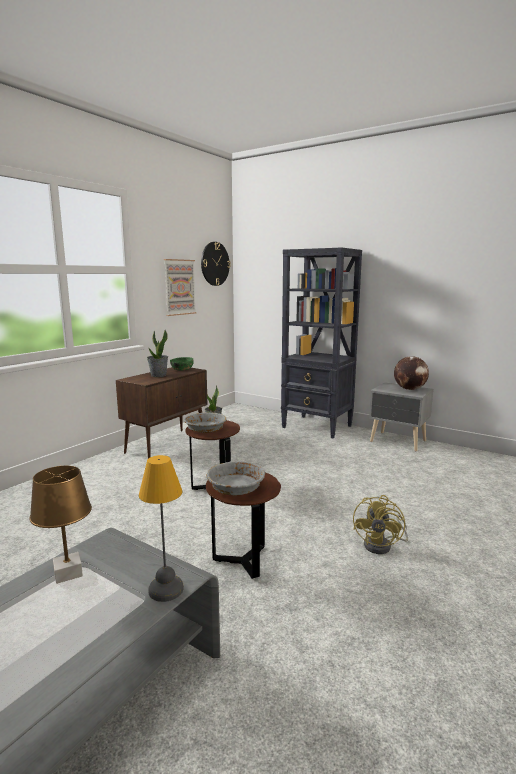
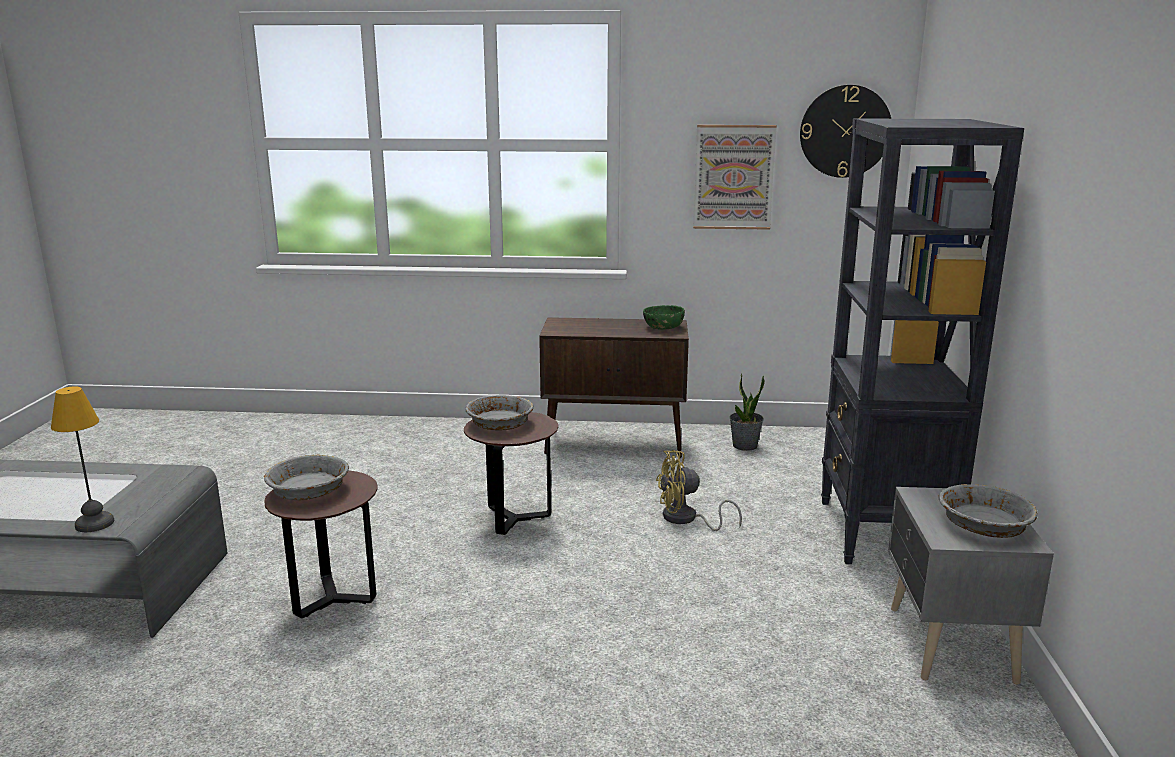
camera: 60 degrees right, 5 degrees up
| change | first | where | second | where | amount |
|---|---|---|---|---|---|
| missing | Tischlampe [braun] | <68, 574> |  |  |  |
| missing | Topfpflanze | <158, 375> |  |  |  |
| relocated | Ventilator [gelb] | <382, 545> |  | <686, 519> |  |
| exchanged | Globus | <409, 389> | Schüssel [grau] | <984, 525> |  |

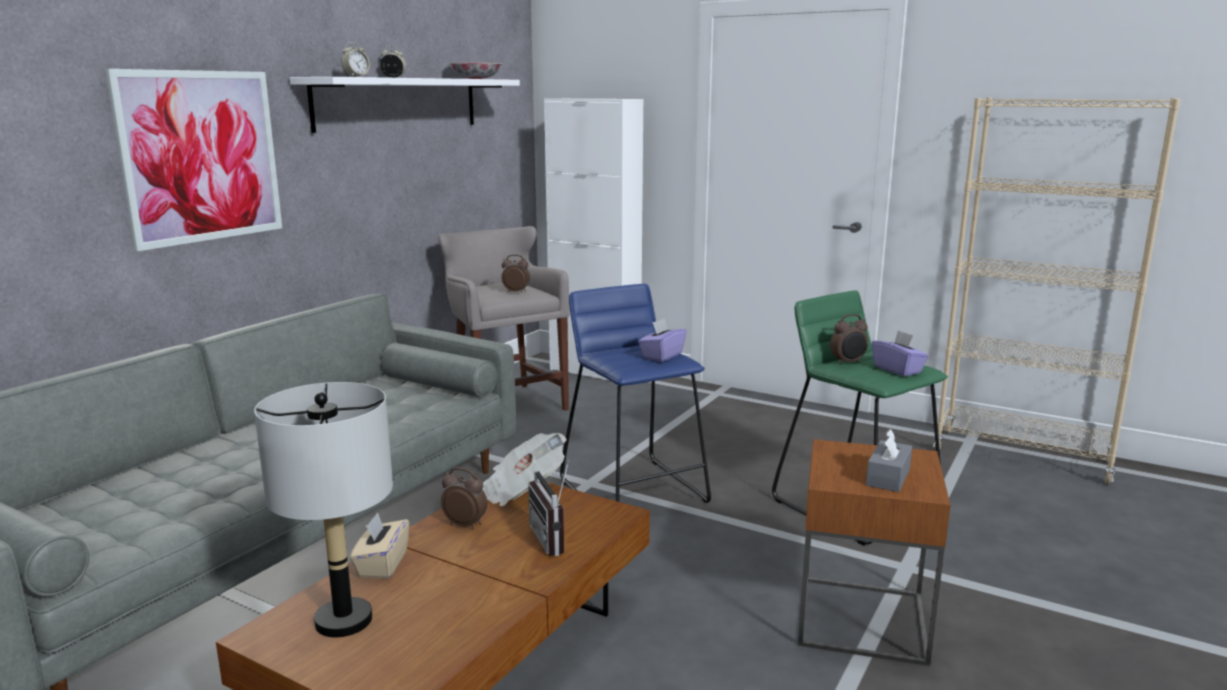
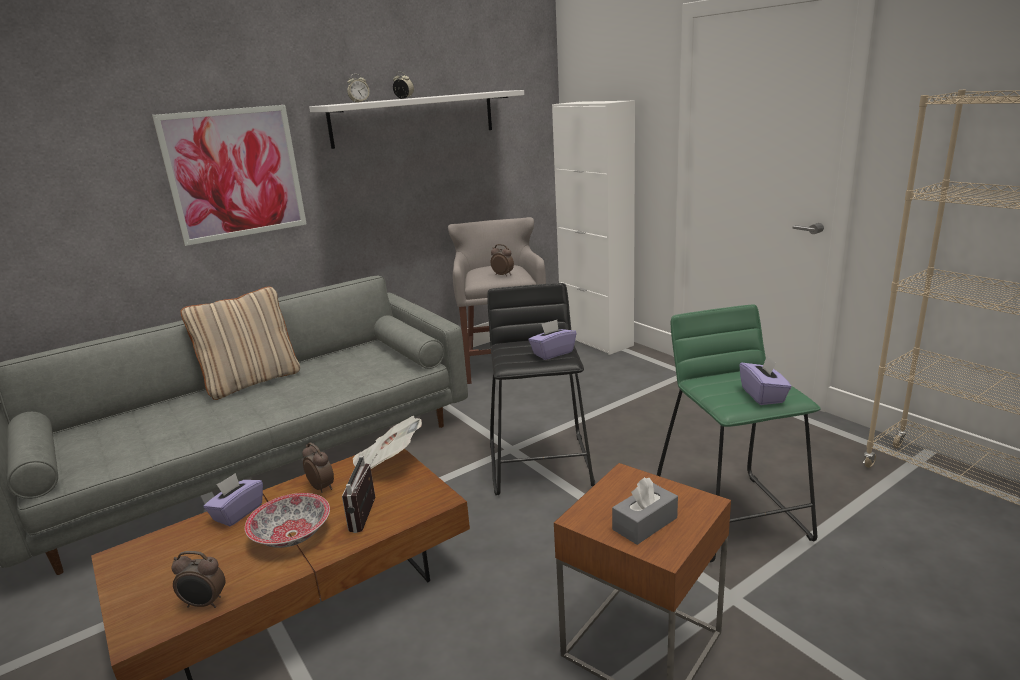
camera: 25 degrees right, 5 degrees up
| change | first | where | second | where | amount |
|---|---|---|---|---|---|
| missing | Tischlampe [grau] | <344, 621> |  |  |  |
| appeared |  |  | Kissen [beige] | <252, 381> |  |
| relocated | Schüssel | <476, 79> |  | <292, 535> |  |
| relocated | Wecker | <848, 363> |  | <205, 604> |  |
| colour | Taschentuchbox [beige] | <382, 564> | Taschentuchbox [lila] | <237, 512> |  |
| colour | Hocker [blau] | <635, 491> | Hocker [schwarz] | <541, 464> |  |

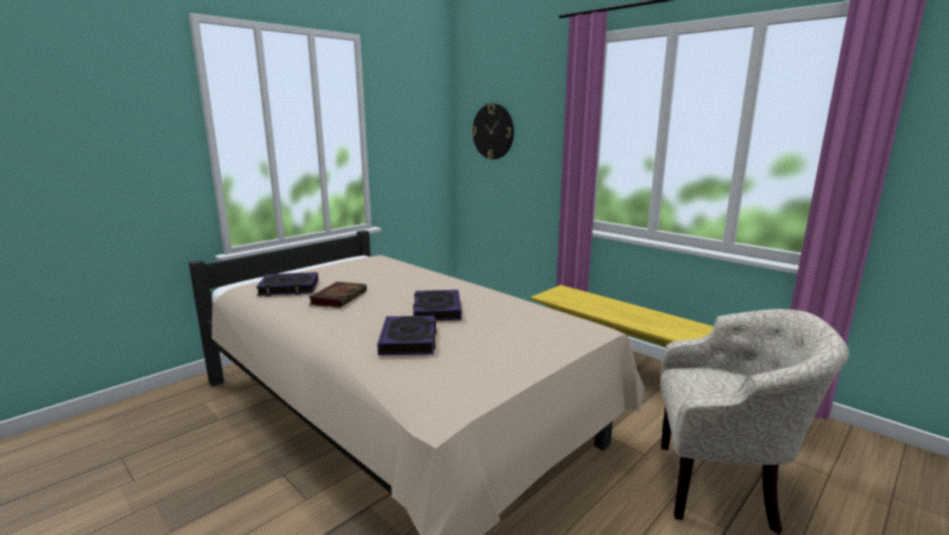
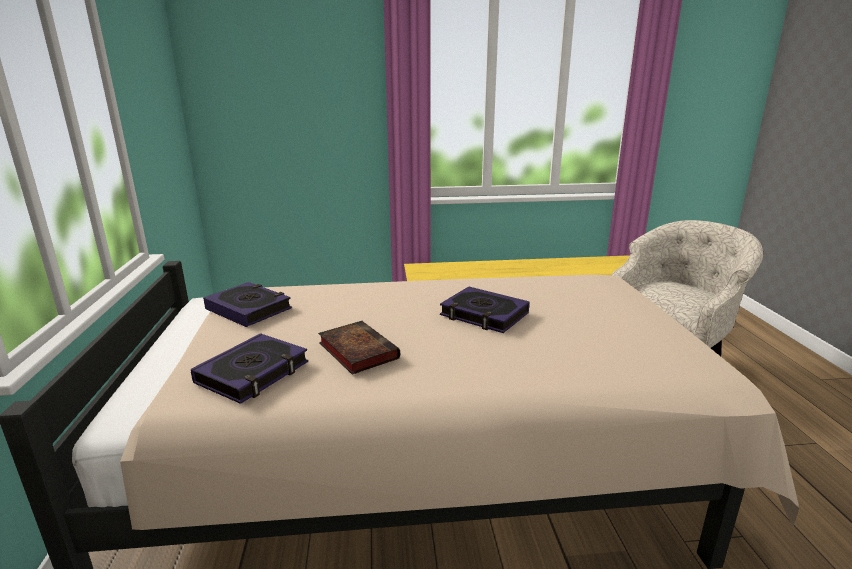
camera: 50 degrees left, 5 degrees up
| change | first | where | second | where | amount |
|---|---|---|---|---|---|
| missing | Wanduhr | <493, 131> |  |  |  |
| relocated | Buch | <409, 340> |  | <249, 309> |  |

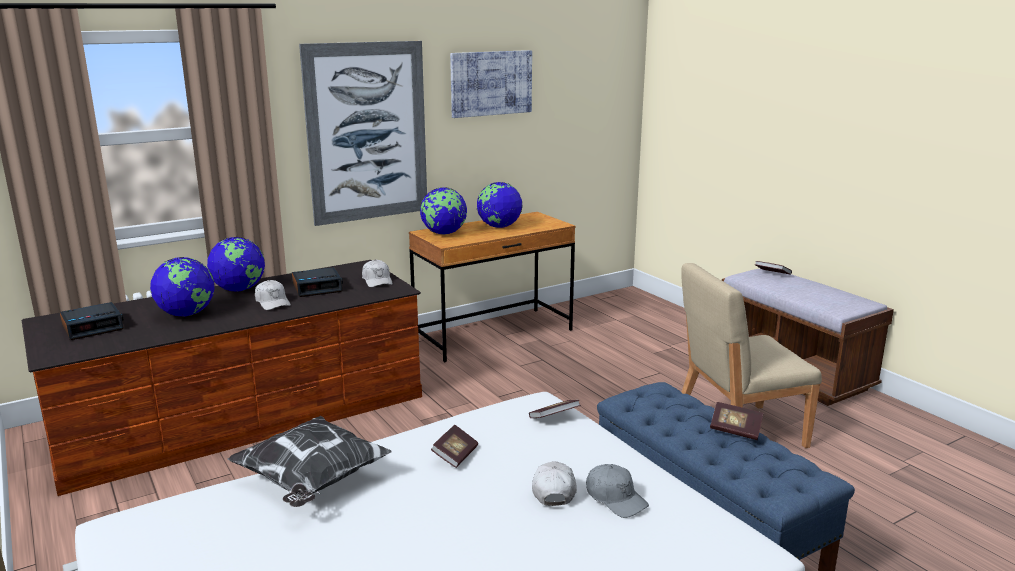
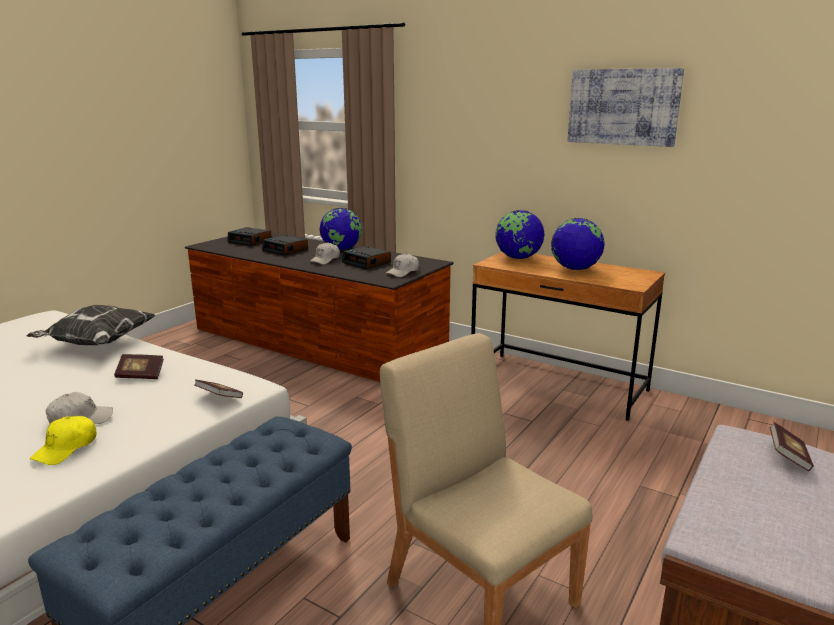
camera: 65 degrees right, 0 degrees up
| change | first | where | second | where | amount |
|---|---|---|---|---|---|
| missing | Bild | <367, 132> |  |  |  |
| missing | Buch | <735, 430> |  |  |  |
| exchanged | Globus | <187, 314> | Wecker | <286, 250> |  |
| colour | Kappe [grau] | <615, 498> | Kappe [gelb] | <66, 448> |  |

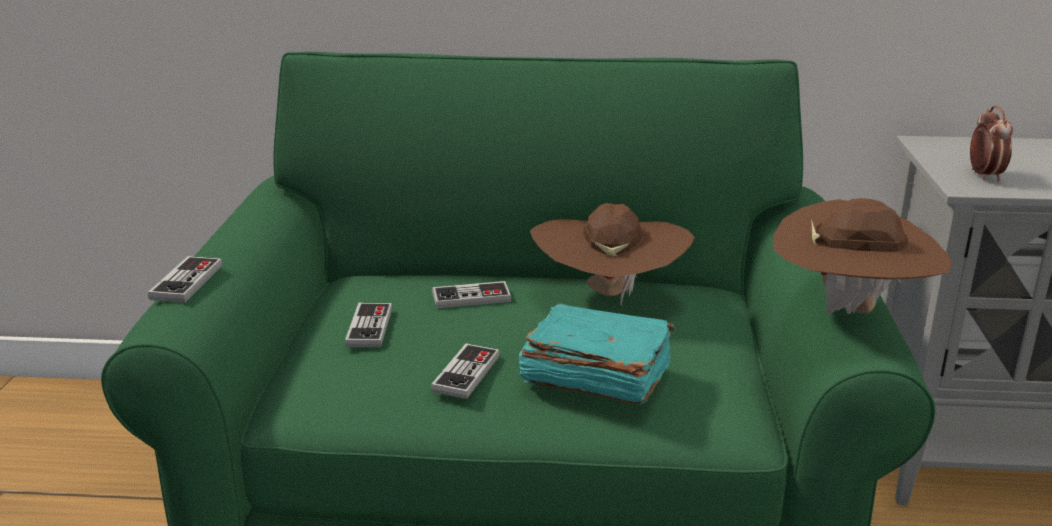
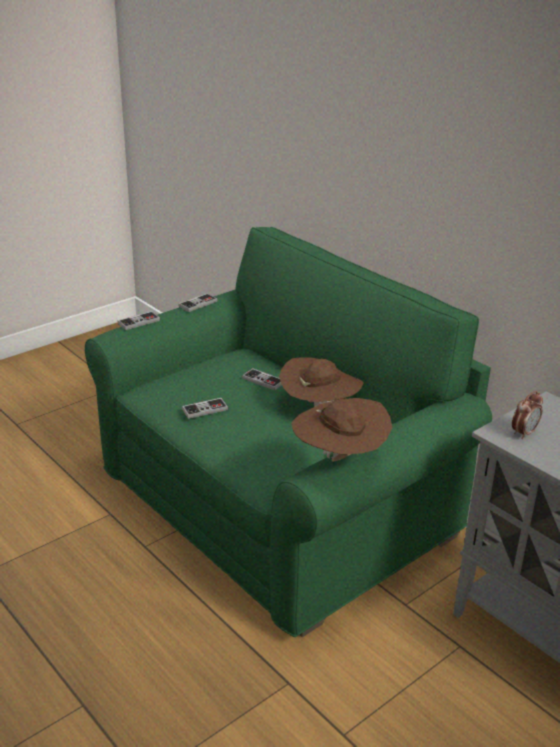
camera: 45 degrees right, 5 degrees up
| change | first | where | second | where | amount |
|---|---|---|---|---|---|
| missing | Buch [türkis] | <594, 376> |  |  |  |
| relocated | Gamepad | <369, 327> |  | <198, 304> |  |

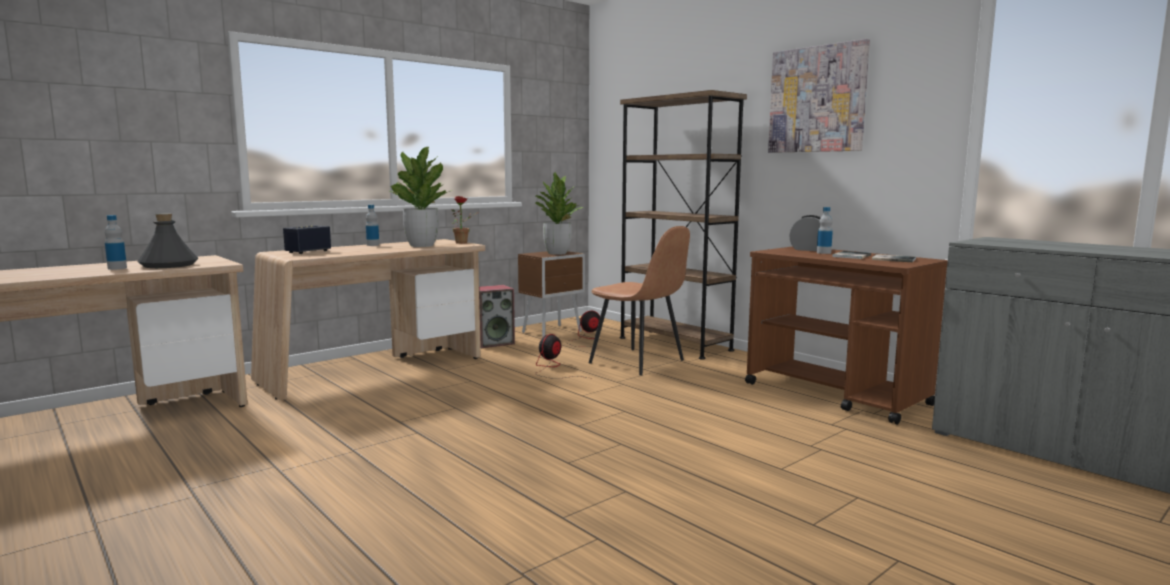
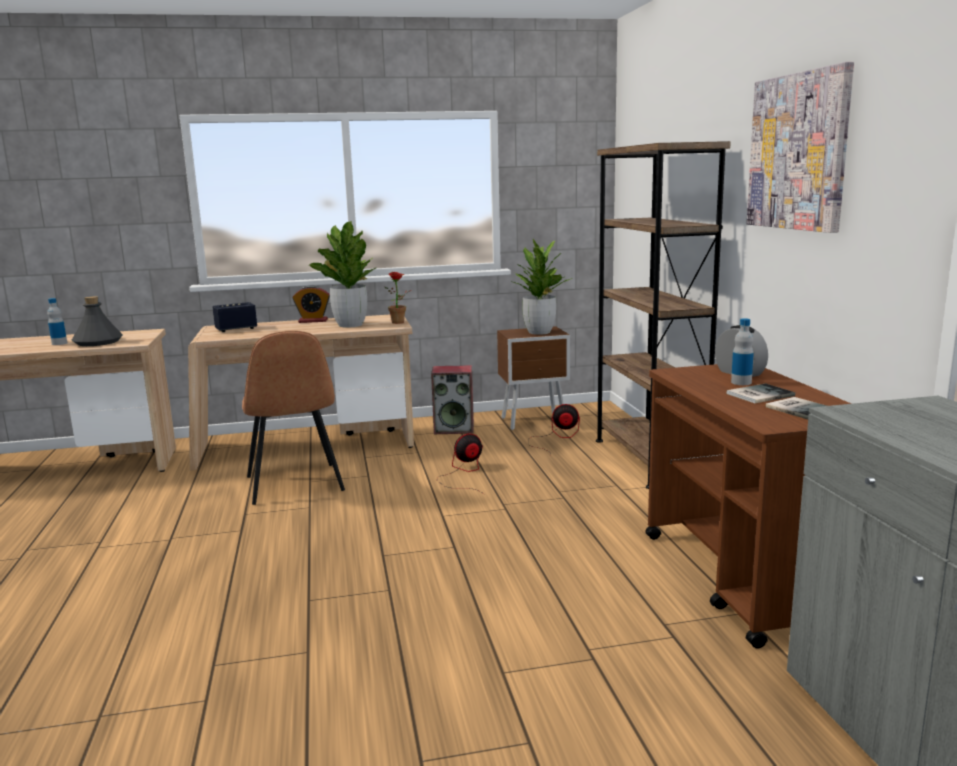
camera: 30 degrees right, 5 degrees up
| change | first | where | second | where | amount |
|---|---|---|---|---|---|
| relocated | Stuhl [braun] | <638, 362> |  | <294, 485> |  |
| exchanged | Flasche | <373, 245> | Wecker | <313, 321> |  |

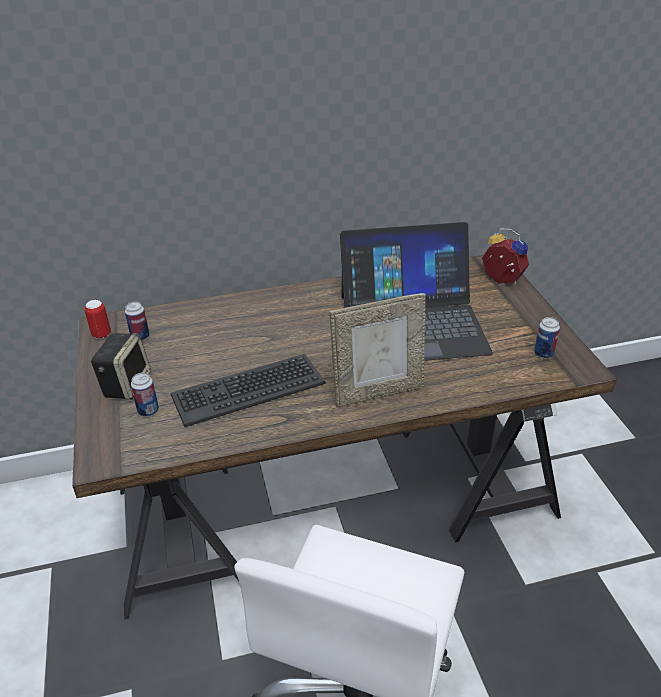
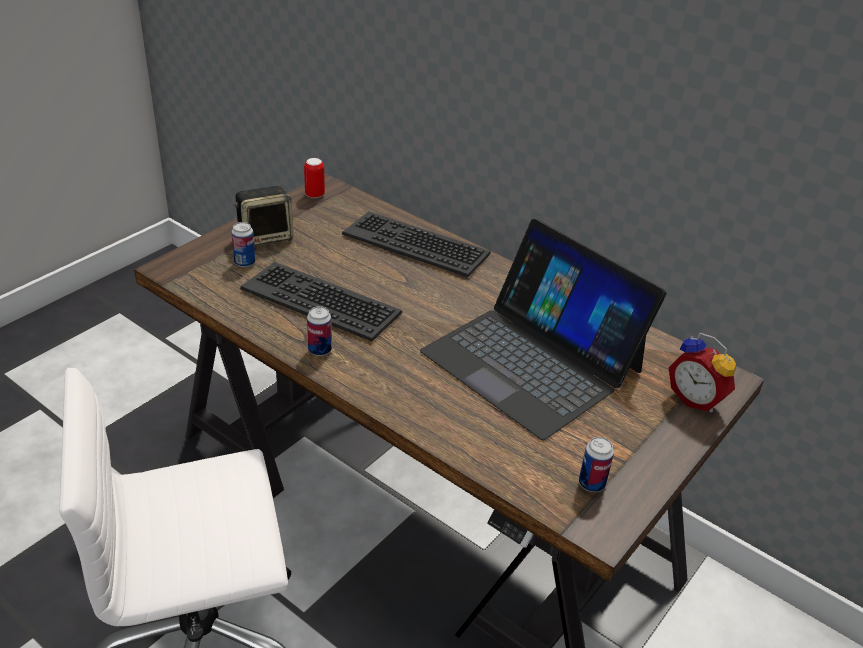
camera: 50 degrees right, 0 degrees up
| change | first | where | second | where | amount |
|---|---|---|---|---|---|
| missing | Bilderrahmen | <378, 392> |  |  |  |
| appeared |  |  | Tastatur | <416, 244> |  |
| relocated | Dose | <140, 337> |  | <320, 350> |  |
| spun | Wecker | <500, 281> |  | <696, 399> | 135 degrees clockwise |

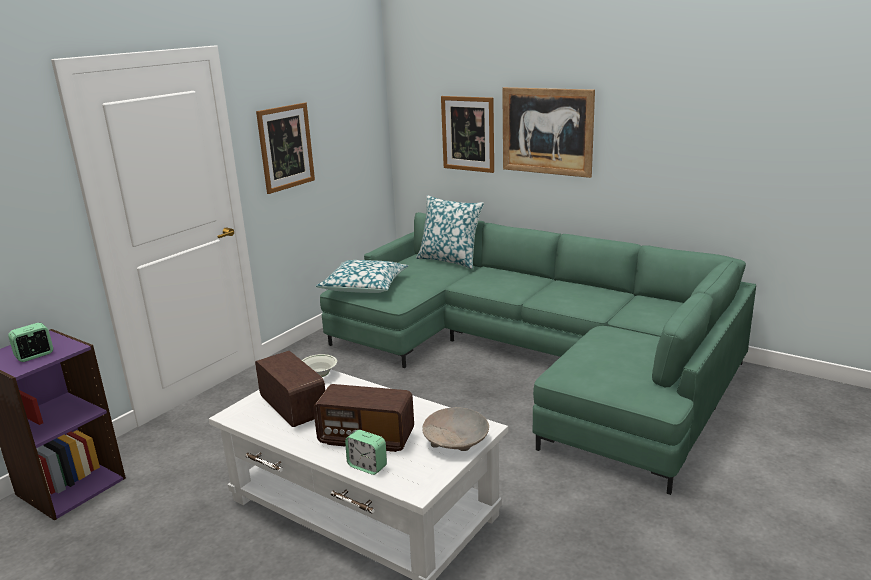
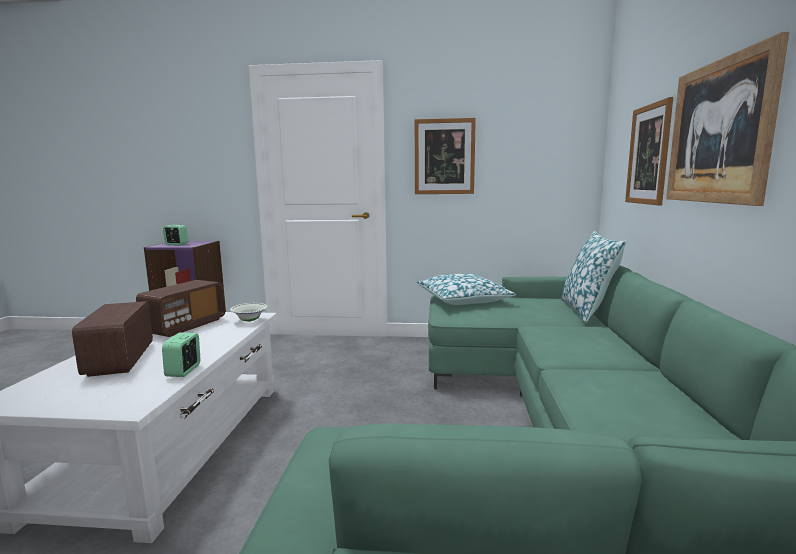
camera: 60 degrees right, 10 degrees down
| change | first | where | second | where | amount |
|---|---|---|---|---|---|
| missing | Schüssel [beige] | <456, 441> |  |  |  |
| relocated | Wecker | <367, 466> |  | <184, 371> |  |

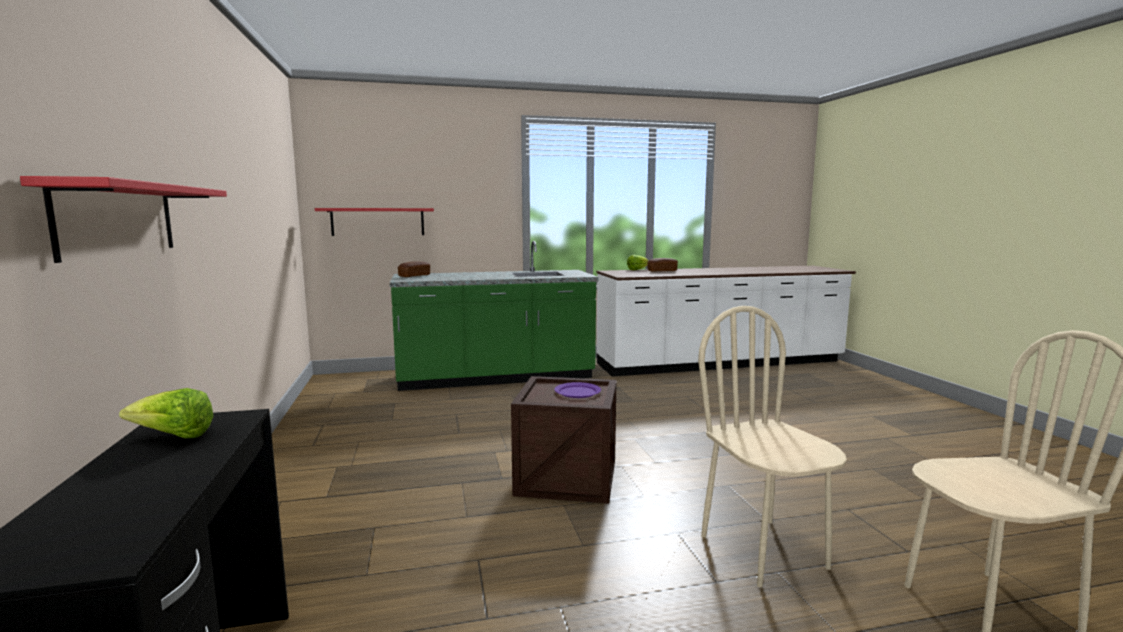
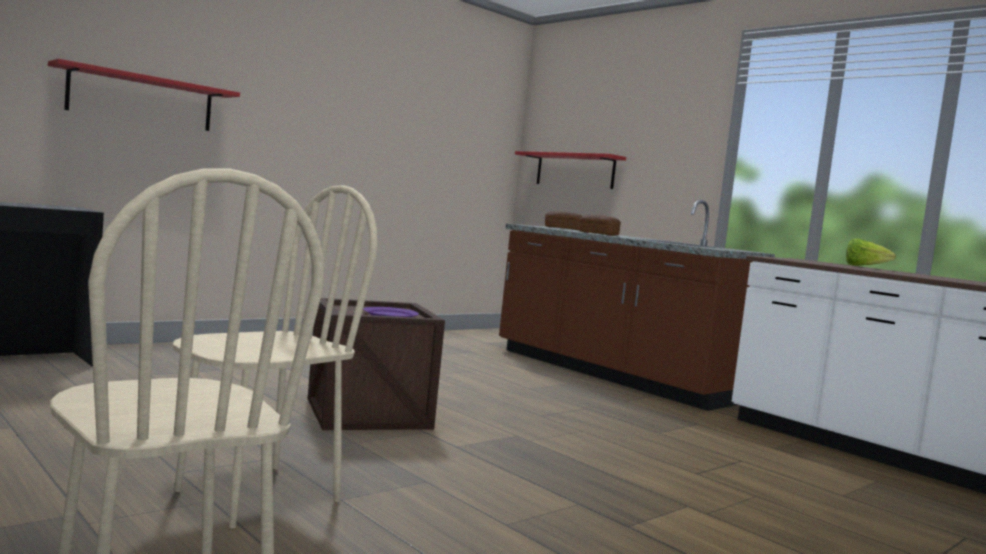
camera: 60 degrees right, 5 degrees down
| change | first | where | second | where | amount |
|---|---|---|---|---|---|
| missing | Salatkopf | <174, 437> |  |  |  |
| relocated | Brot | <662, 271> |  | <598, 234> |  |
| colour | Küchenzeile [grün] | <495, 378> | Küchenzeile [braun] | <613, 374> |  |

